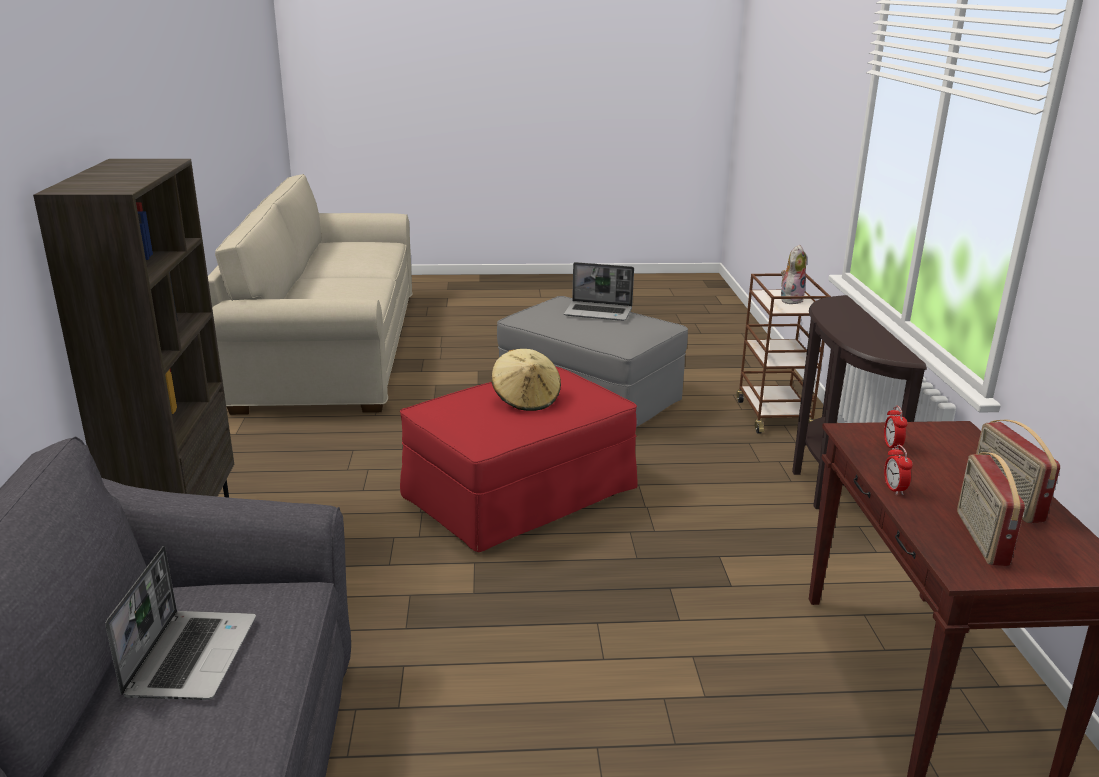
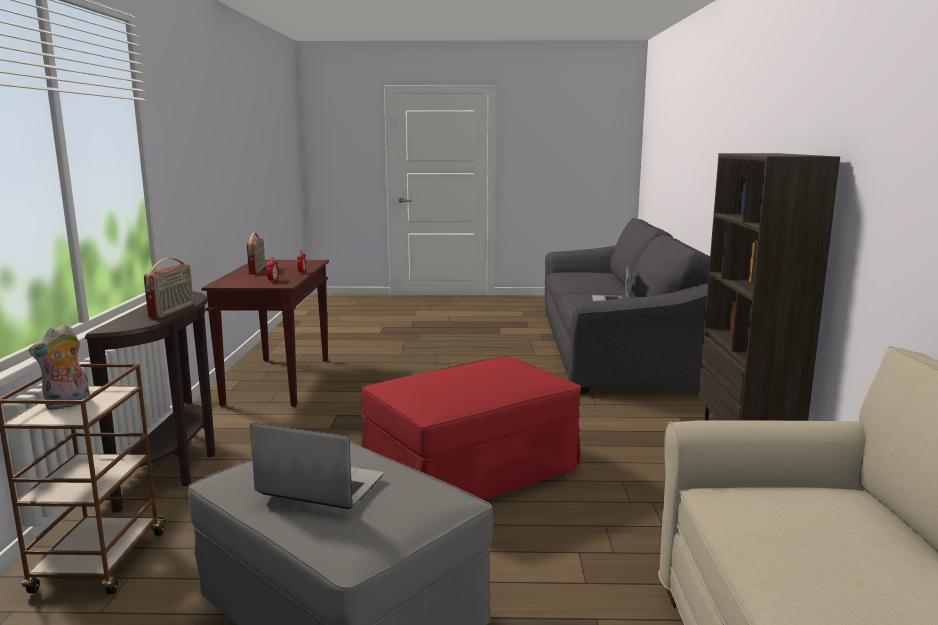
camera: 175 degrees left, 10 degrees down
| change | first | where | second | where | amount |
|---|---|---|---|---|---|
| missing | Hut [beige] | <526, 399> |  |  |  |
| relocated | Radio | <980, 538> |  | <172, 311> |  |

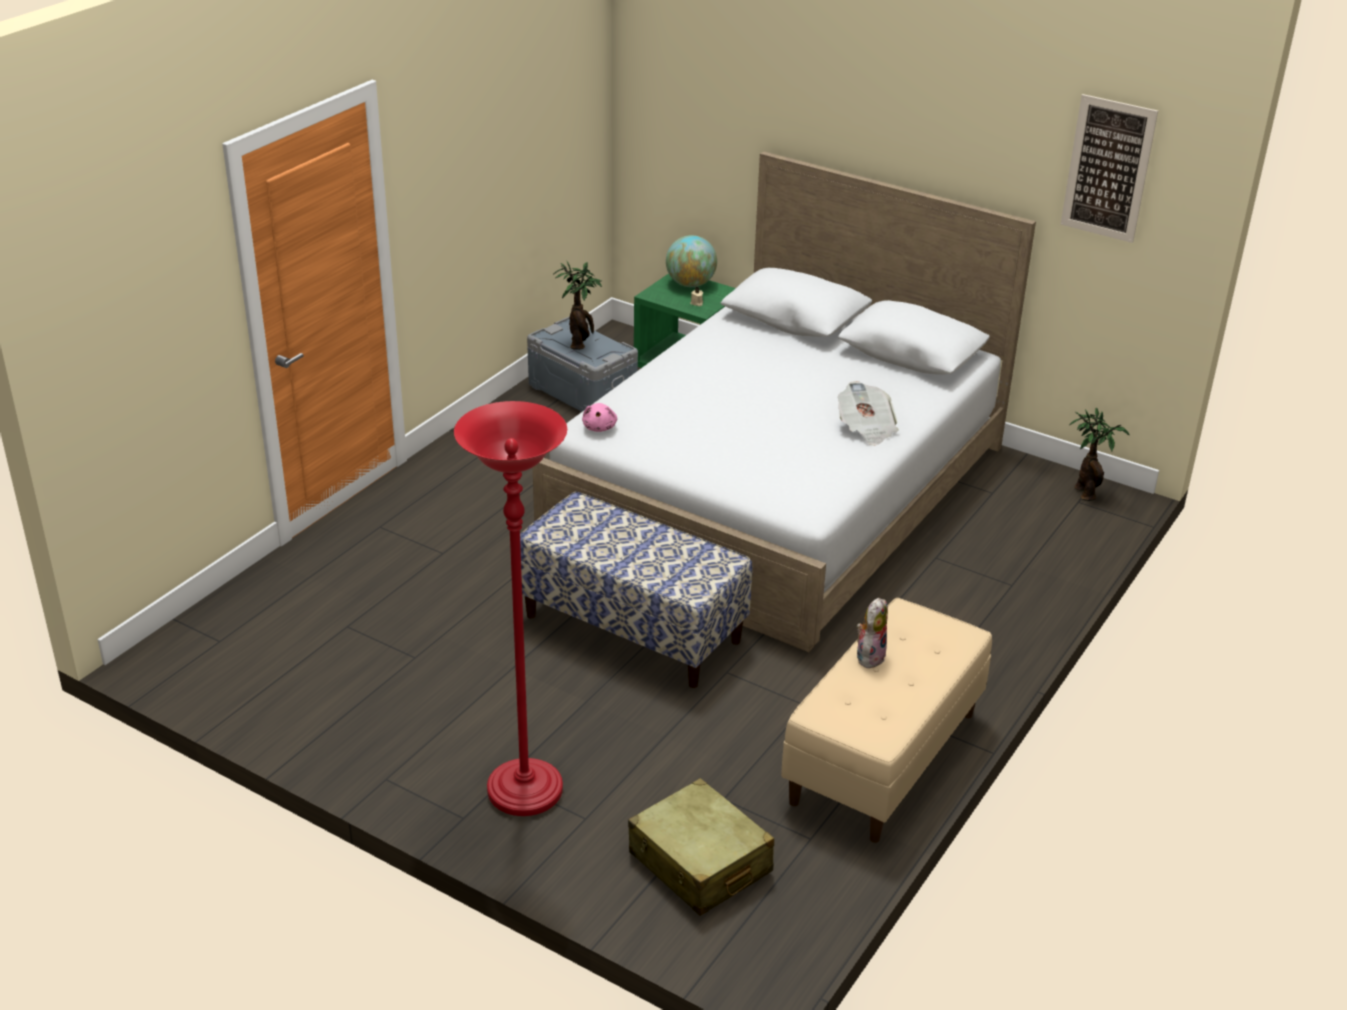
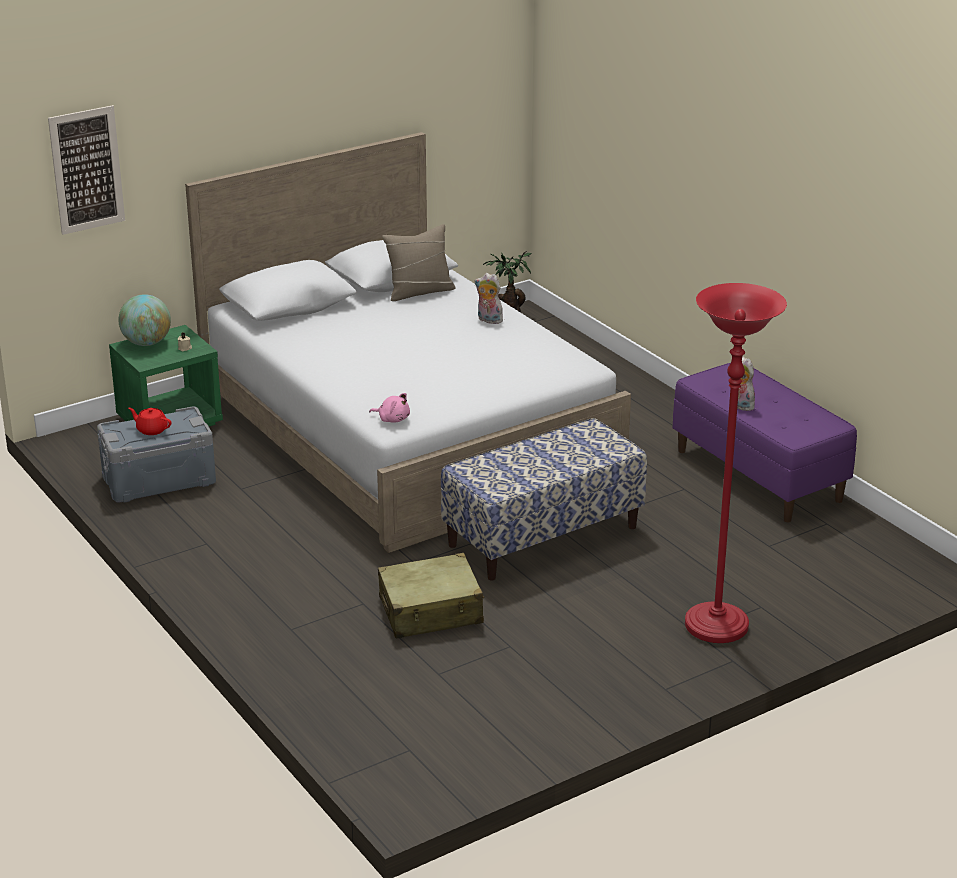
camera: 65 degrees left, 5 degrees down
| change | first | where | second | where | amount |
|---|---|---|---|---|---|
| appeared |  |  | Kissen [beige] | <419, 292> |  |
| relocated | Koffer [beige] | <700, 863> |  | <431, 611> |  |
| relocated | Bild | <1108, 169> |  | <87, 170> |  |
| exchanged | Topfpflanze | <580, 342> | Teekanne [rot] | <151, 430> |  |
| exchanged | Zeitung | <866, 428> | Plüschtier | <488, 320> |  |
| colour | Bank [beige] | <884, 758> | Bank [lila] | <759, 475> |  |

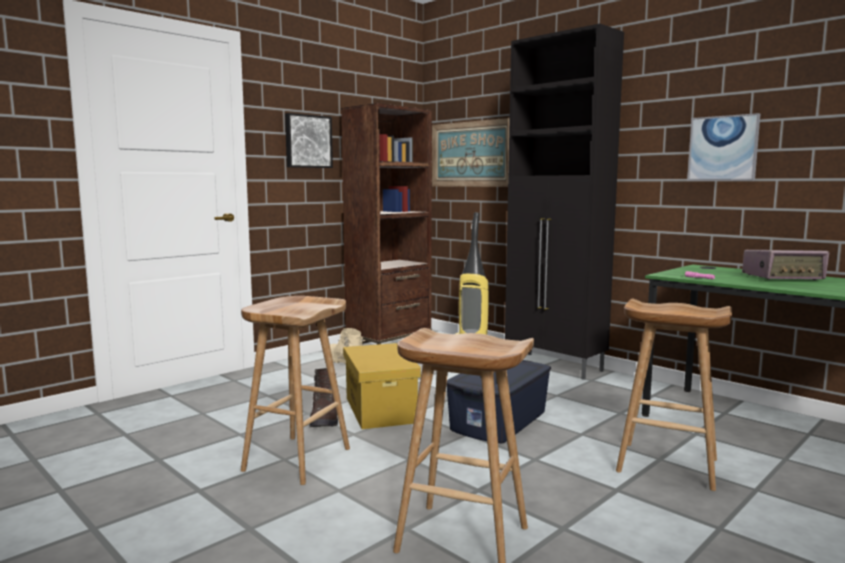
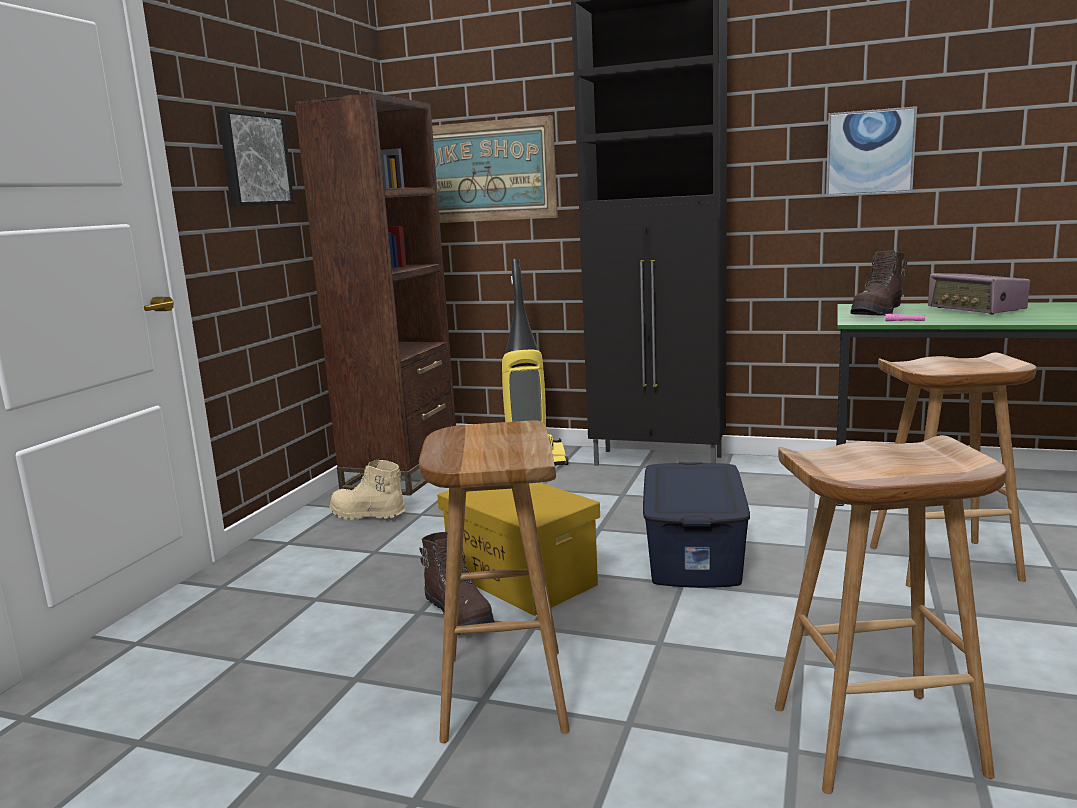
camera: 25 degrees left, 5 degrees up
| change | first | where | second | where | amount |
|---|---|---|---|---|---|
| appeared |  |  | Stiefel [braun] | <878, 312> |  |
| spun | Radio | <783, 278> |  | <976, 310> | 90 degrees clockwise |

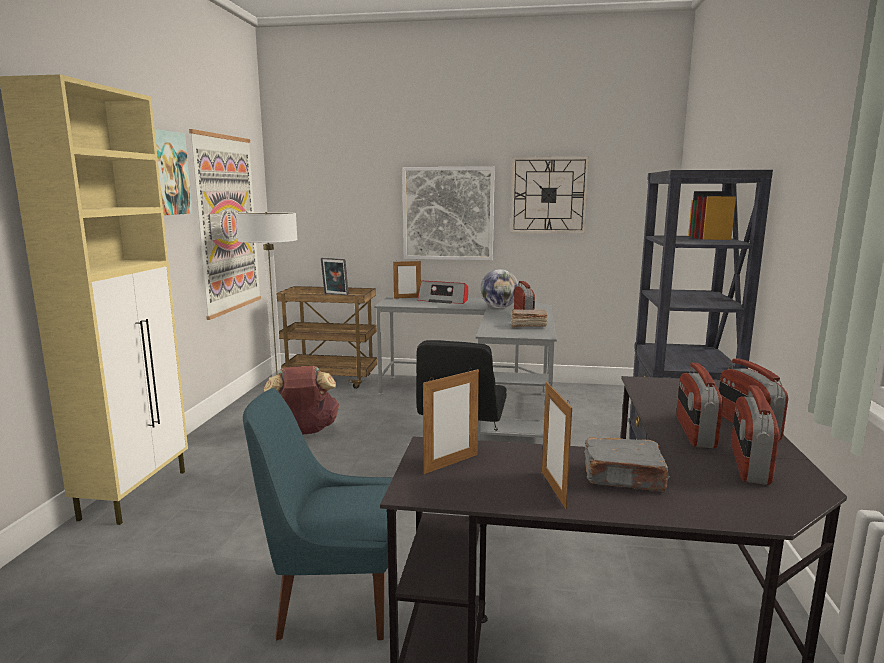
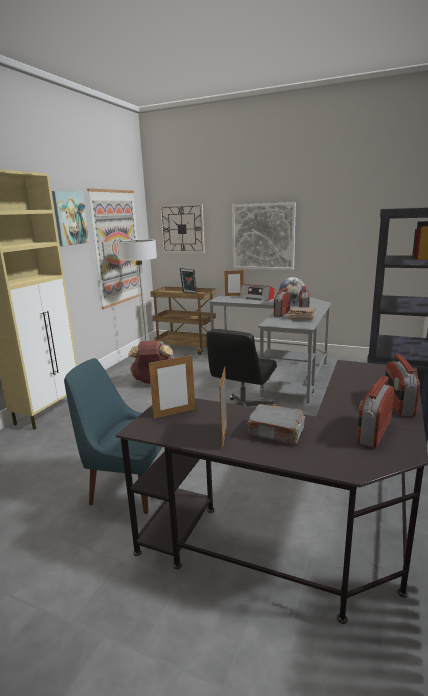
camera: 15 degrees right, 5 degrees up
| change | first | where | second | where | amount |
|---|---|---|---|---|---|
| relocated | Wanduhr | <548, 195> |  | <182, 229> |  |
| relocated | Radio | <694, 432> |  | <281, 313> |  |

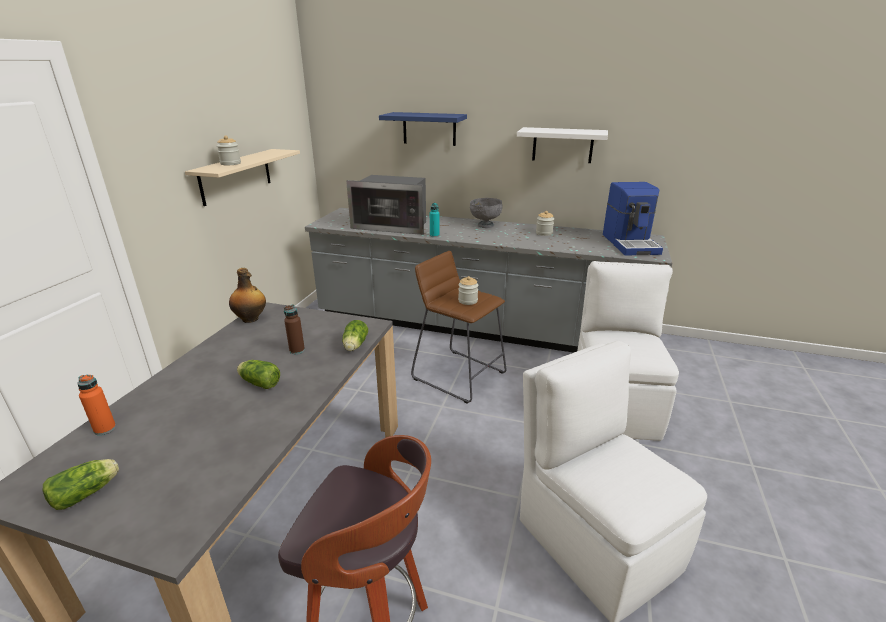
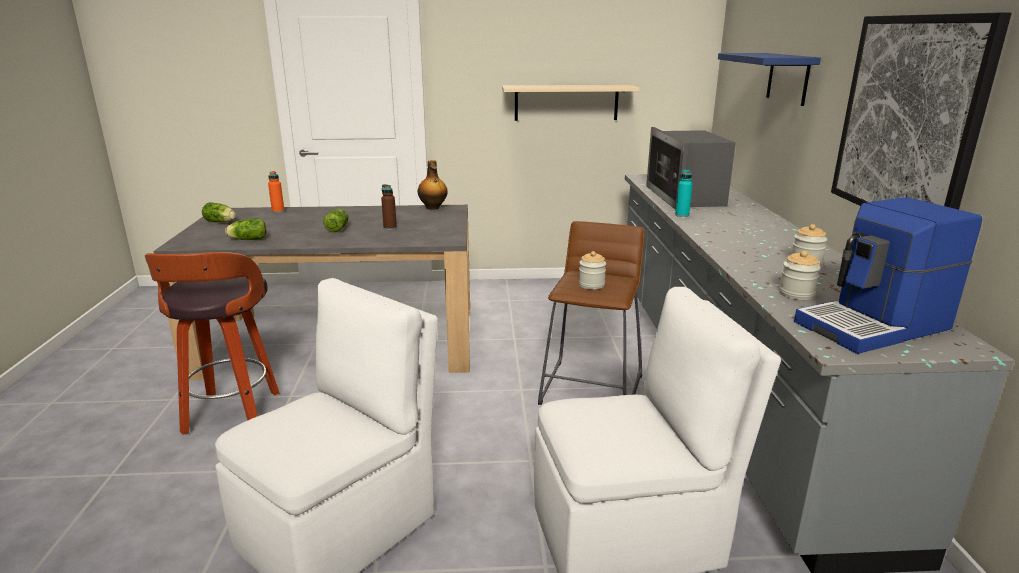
camera: 70 degrees right, 5 degrees down
| change | first | where | second | where | amount |
|---|---|---|---|---|---|
| missing | Schüssel [grau] | <485, 225> |  |  |  |
| relocated | Vorratsglas | <230, 163> |  | <796, 294> |  |
| relocated | Salatkopf | <354, 346> |  | <247, 239> |  |
| exchanged | Wandregal [weiß] | <562, 145> | Bild | <908, 120> |  |

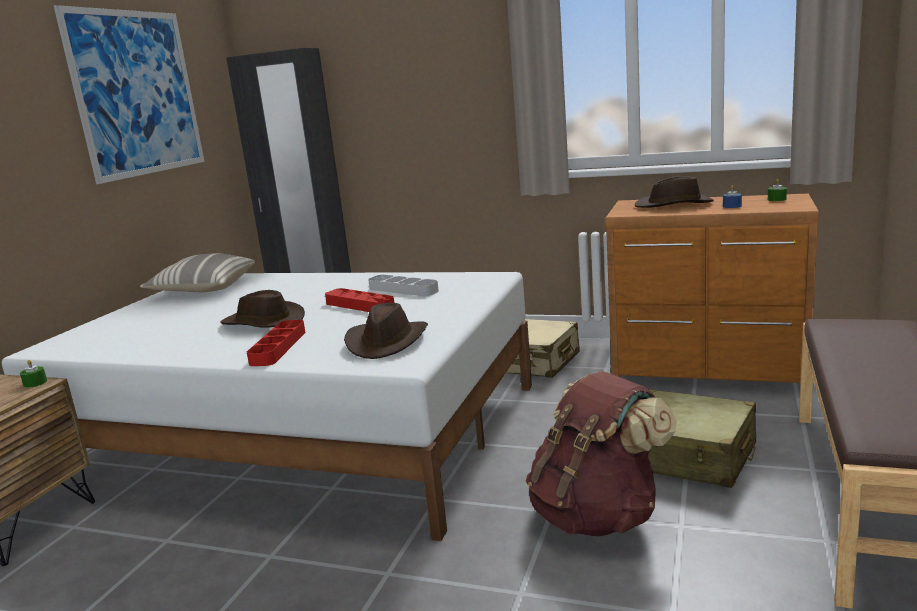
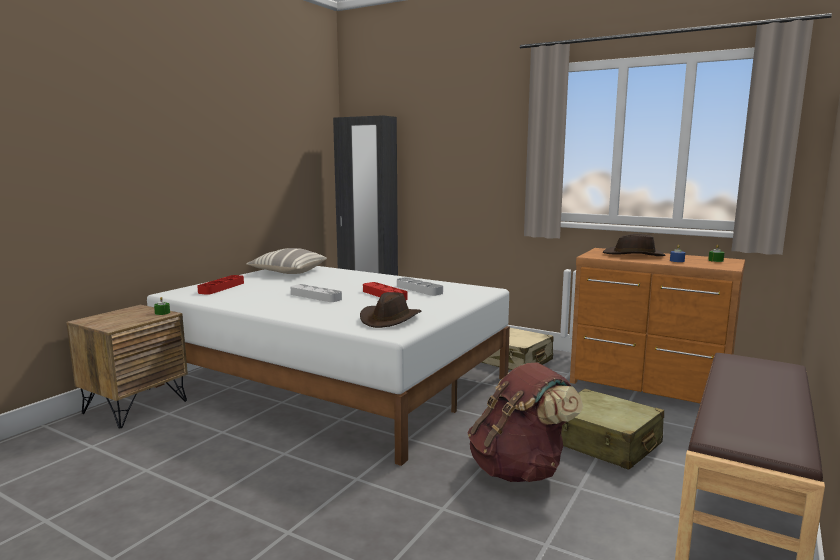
camera: 10 degrees right, 5 degrees down
| change | first | where | second | where | amount |
|---|---|---|---|---|---|
| missing | Bild | <137, 93> |  |  |  |
| relocated | Tablett [rot] | <278, 347> |  | <221, 288> |  |
| exchanged | Hut [braun] | <263, 322> | Tablett [grau] | <315, 296> |  |

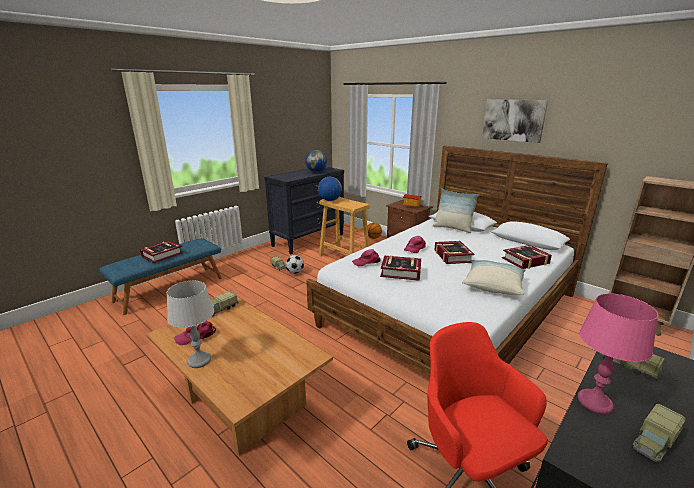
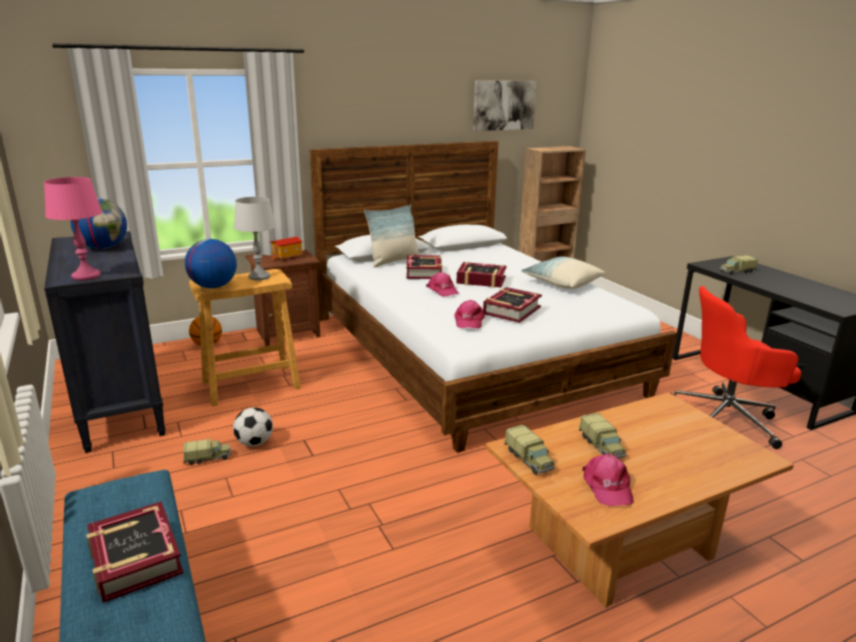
camera: 70 degrees left, 0 degrees up
| change | first | where | second | where | amount |
|---|---|---|---|---|---|
| relocated | Tischlampe [grau] | <199, 360> |  | <259, 277> |  |
| relocated | Bild | <513, 120> |  | <504, 105> |  |
| relocated | Buch | <525, 261> |  | <424, 272> |  |
| relocated | Tischlampe [rosa] | <595, 402> |  | <87, 276> |  |
| relocated | Spielzeuglaster | <654, 442> |  | <601, 447> |  |

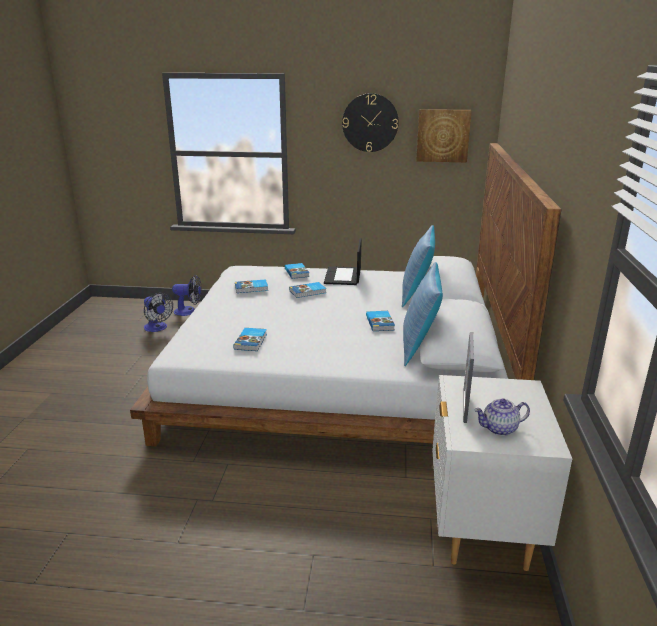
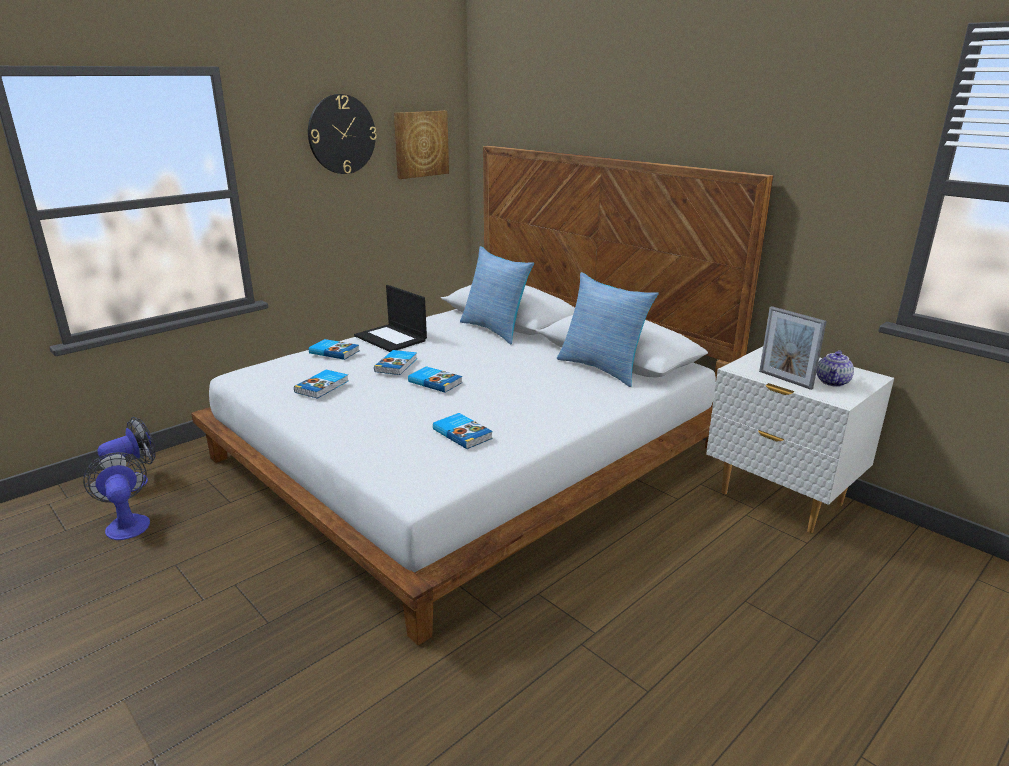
camera: 50 degrees left, 0 degrees up
| change | first | where | second | where | amount |
|---|---|---|---|---|---|
| relocated | Buch | <380, 323> |  | <435, 382> |  |
| spun | Ventilator | <157, 328> |  | <127, 523> | 120 degrees counterclockwise |

